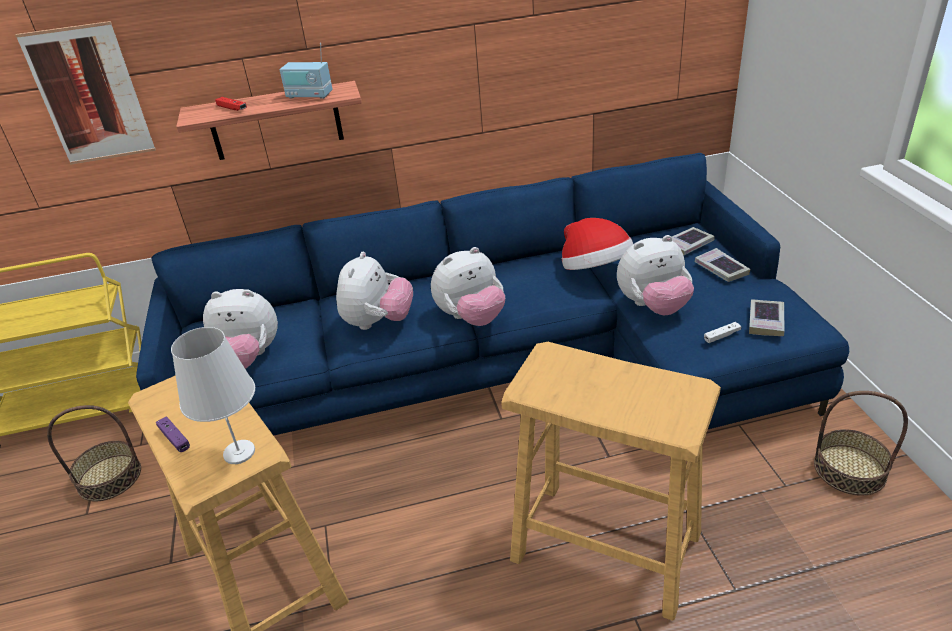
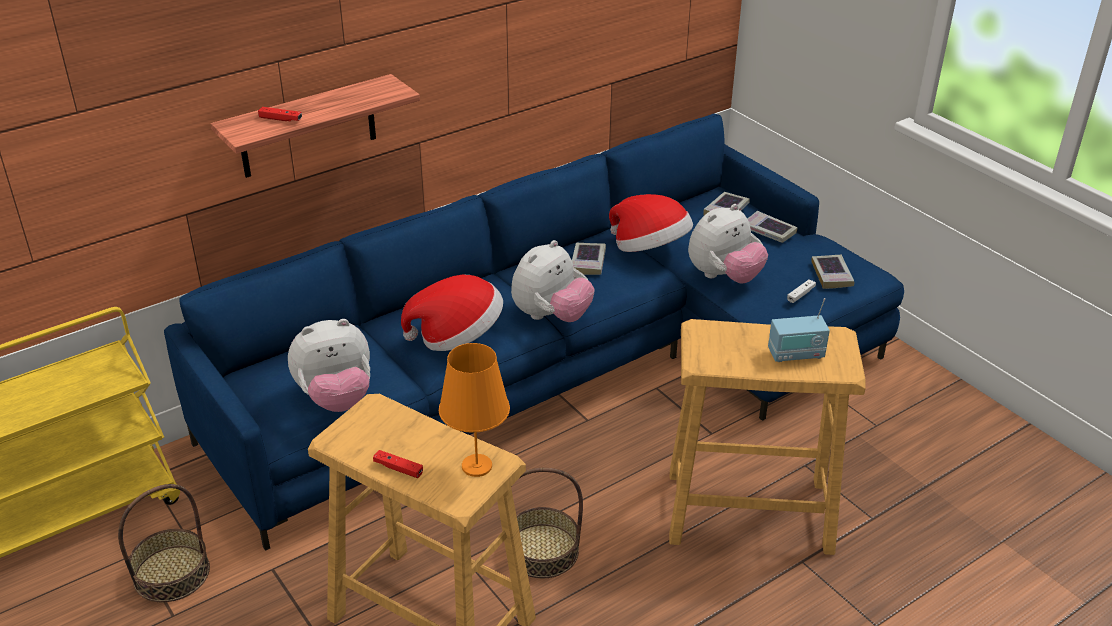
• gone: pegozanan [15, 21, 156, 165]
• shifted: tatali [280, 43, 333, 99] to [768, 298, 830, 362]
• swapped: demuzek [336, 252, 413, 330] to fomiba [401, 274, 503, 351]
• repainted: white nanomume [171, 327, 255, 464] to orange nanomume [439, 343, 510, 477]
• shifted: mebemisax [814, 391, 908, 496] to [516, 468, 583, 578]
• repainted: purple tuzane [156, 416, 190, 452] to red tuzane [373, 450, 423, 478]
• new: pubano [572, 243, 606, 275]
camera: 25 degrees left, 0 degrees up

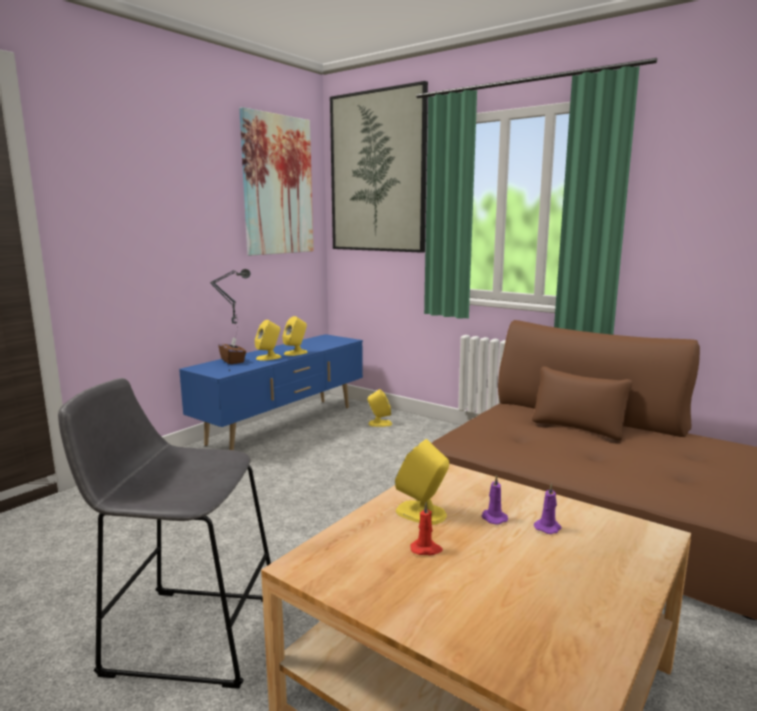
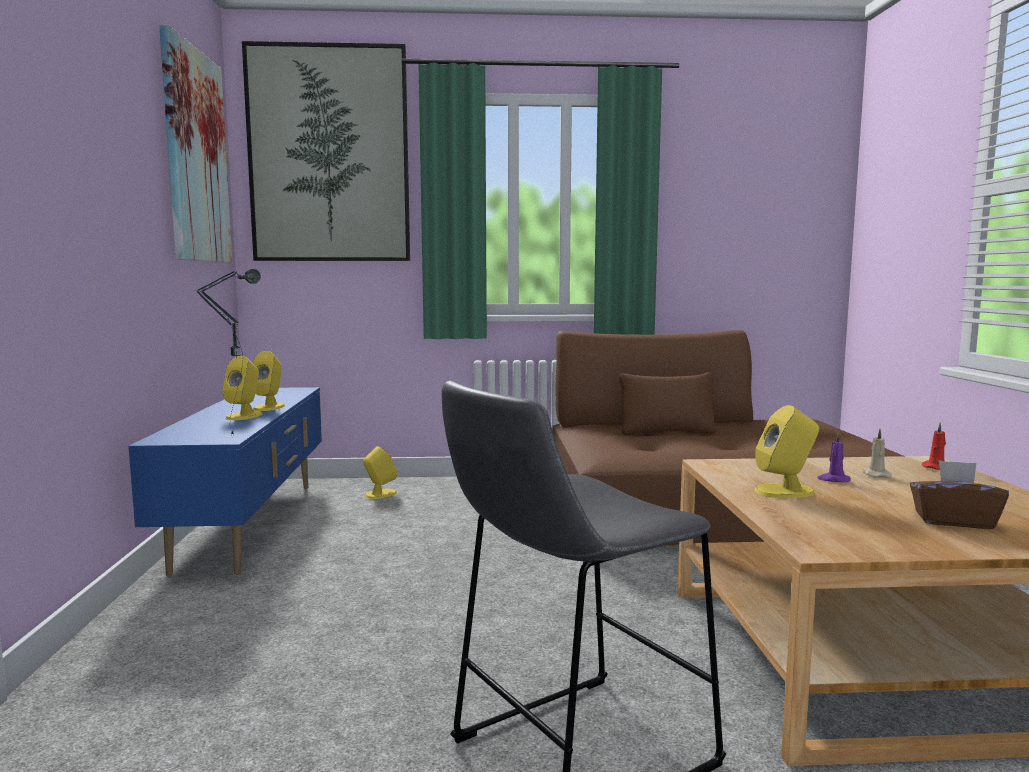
• shifted: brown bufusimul [218, 338, 246, 364] to [910, 460, 1009, 529]
• repainted: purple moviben [534, 483, 562, 534] to beige moviben [863, 429, 892, 478]
• shifted: red moviben [410, 502, 443, 555] to [922, 422, 946, 470]
camera: 40 degrees left, 5 degrees down

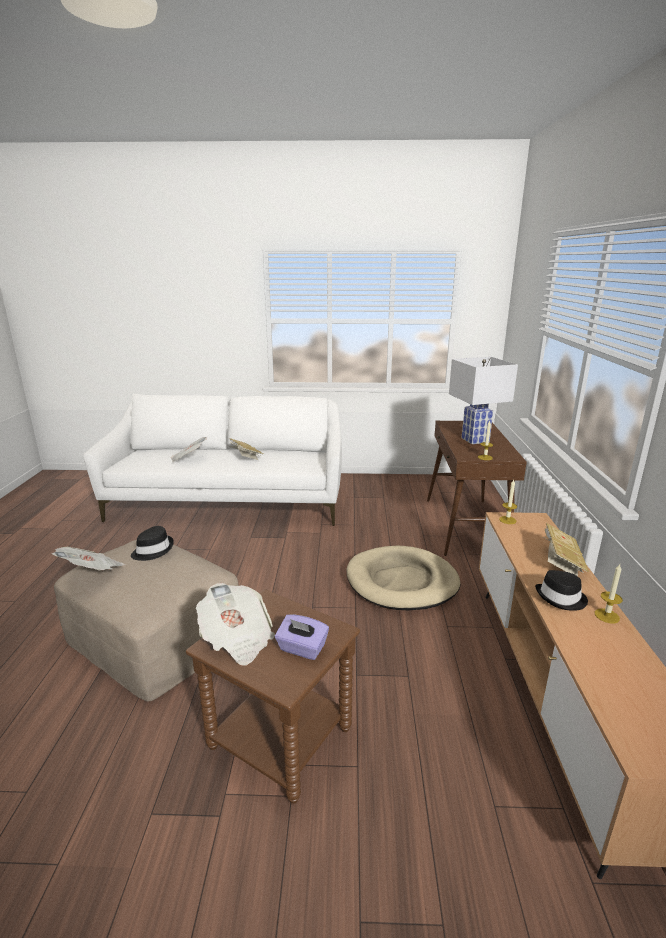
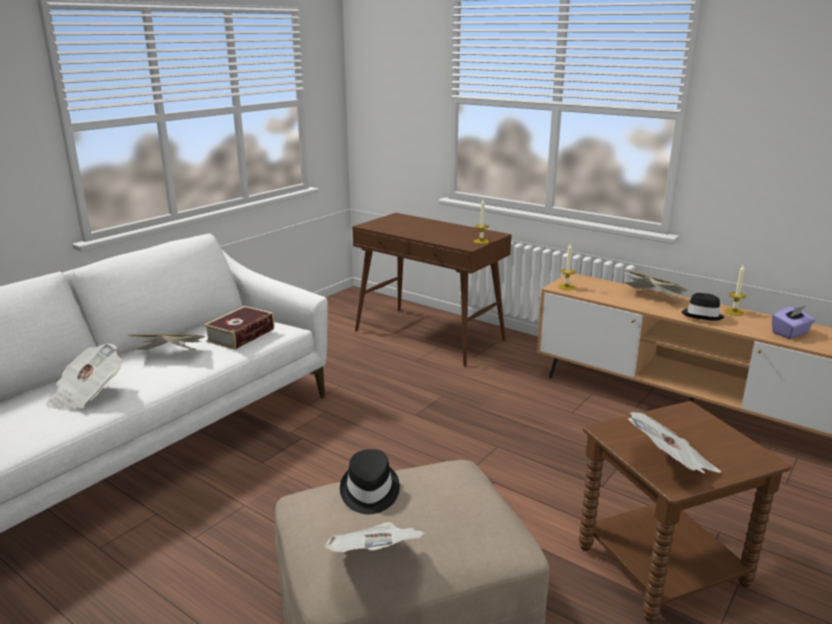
• gone: white nanomume [449, 357, 518, 444]
• gone: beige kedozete [347, 546, 460, 610]
• shifted: purple bufusimul [275, 614, 329, 660] to [772, 306, 815, 339]
• new: pubano [204, 306, 274, 350]
camera: 55 degrees left, 0 degrees up

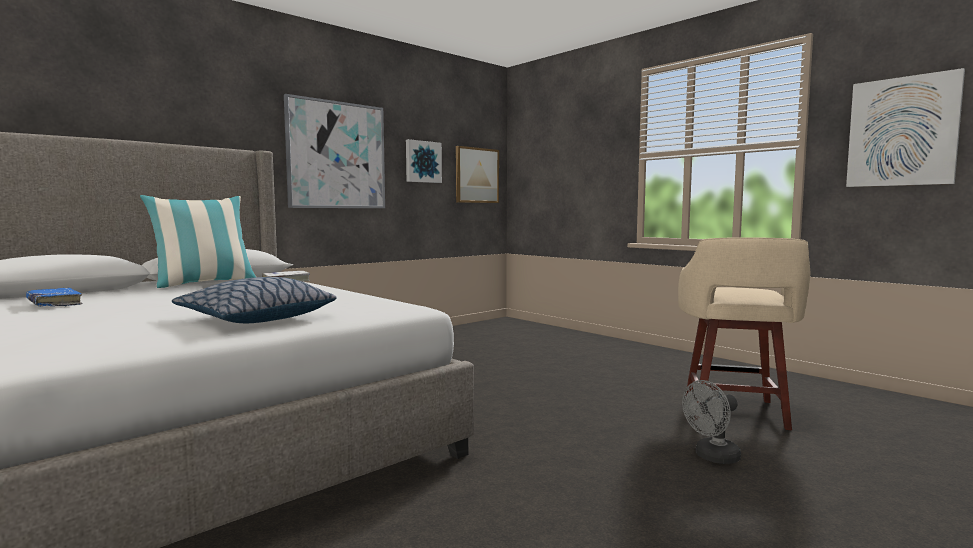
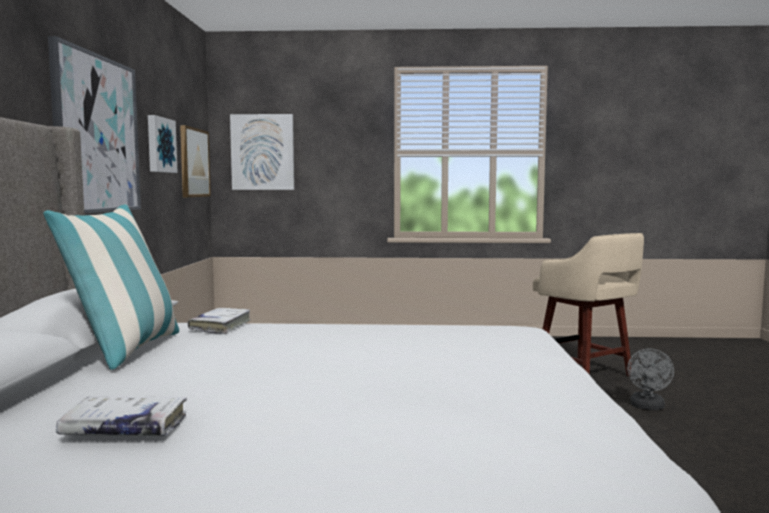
• shifted: pegozanan [846, 68, 965, 187] to [230, 114, 294, 190]
• gone: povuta [172, 277, 337, 323]
• repainted: blue pubano [26, 288, 83, 306] to white pubano [56, 396, 187, 436]
camera: 45 degrees left, 0 degrees up

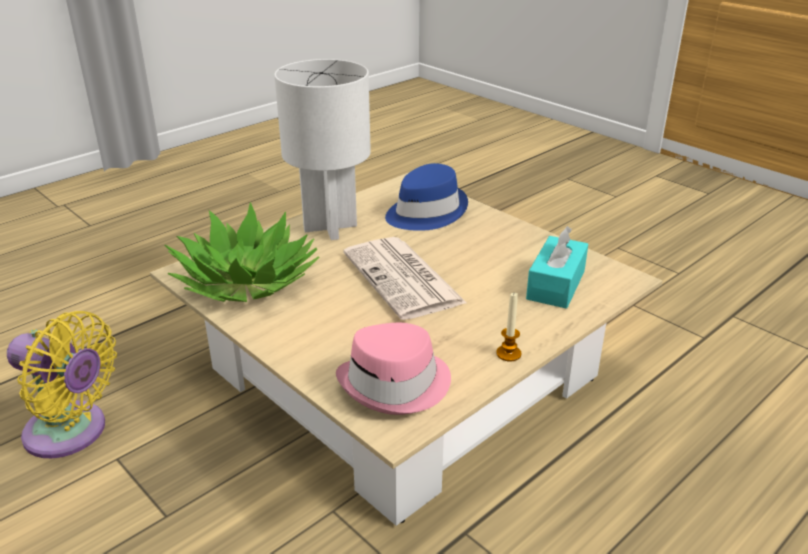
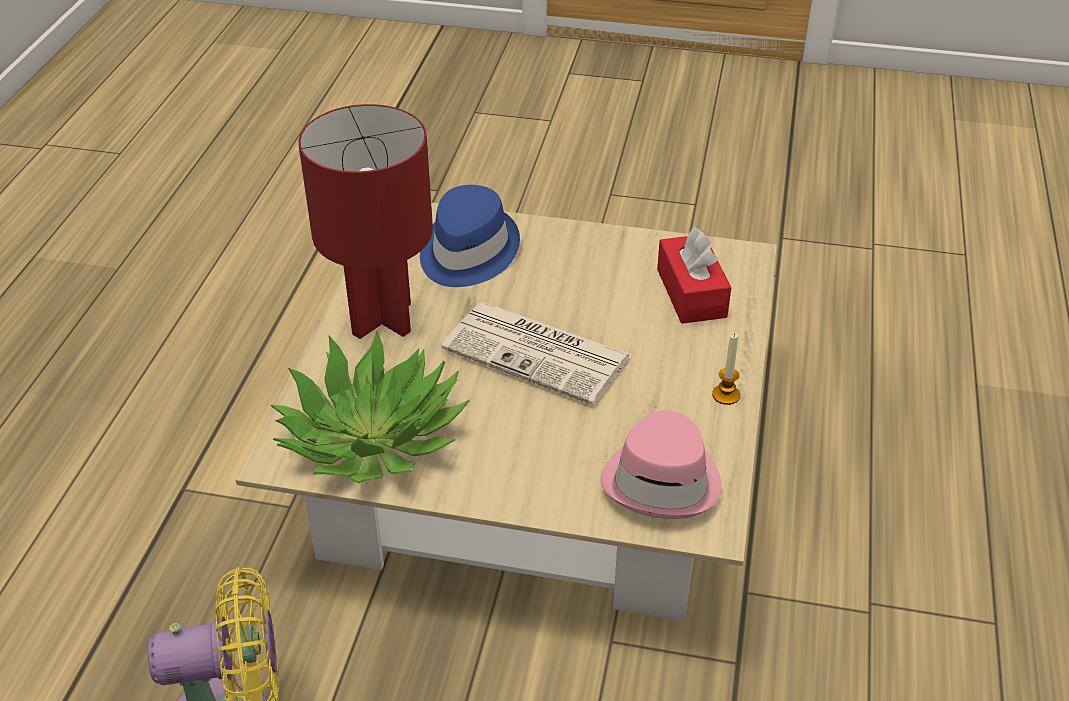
• repainted: white nanomume [274, 59, 371, 240] to red nanomume [298, 104, 433, 339]
• repainted: turquoise bufusimul [526, 226, 588, 309] to red bufusimul [657, 227, 731, 324]
camera: 35 degrees left, 10 degrees up

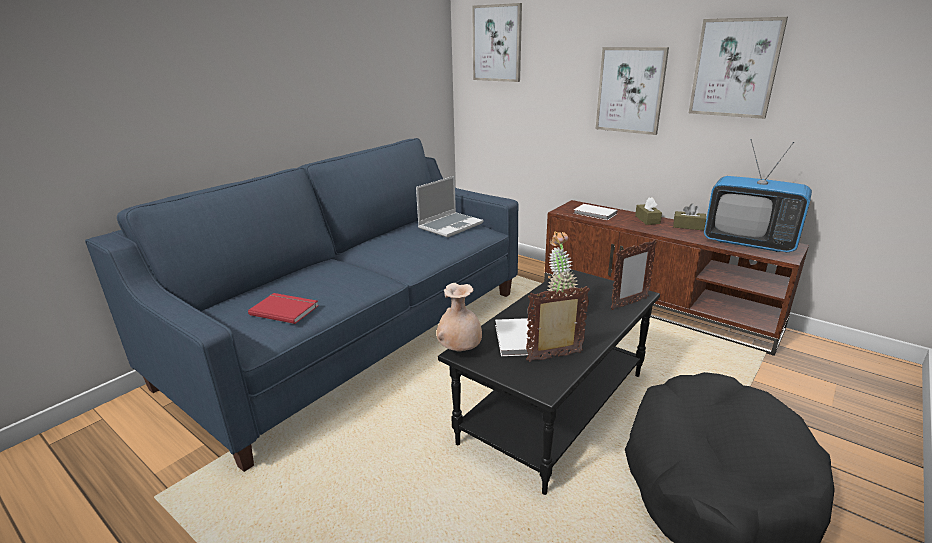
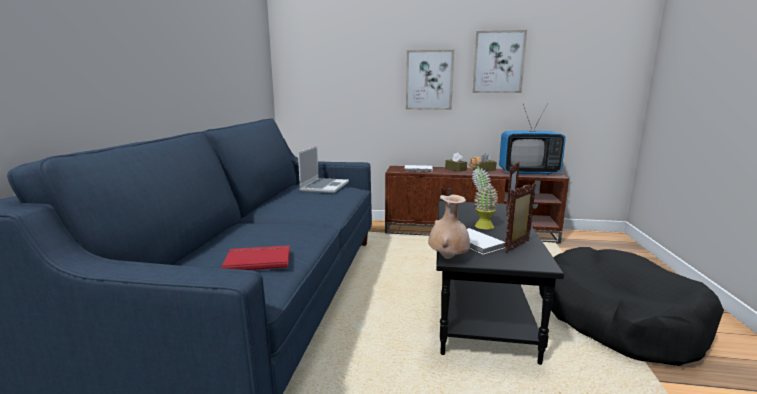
• gone: pegozanan [472, 3, 522, 82]
camera: 30 degrees left, 10 degrees down

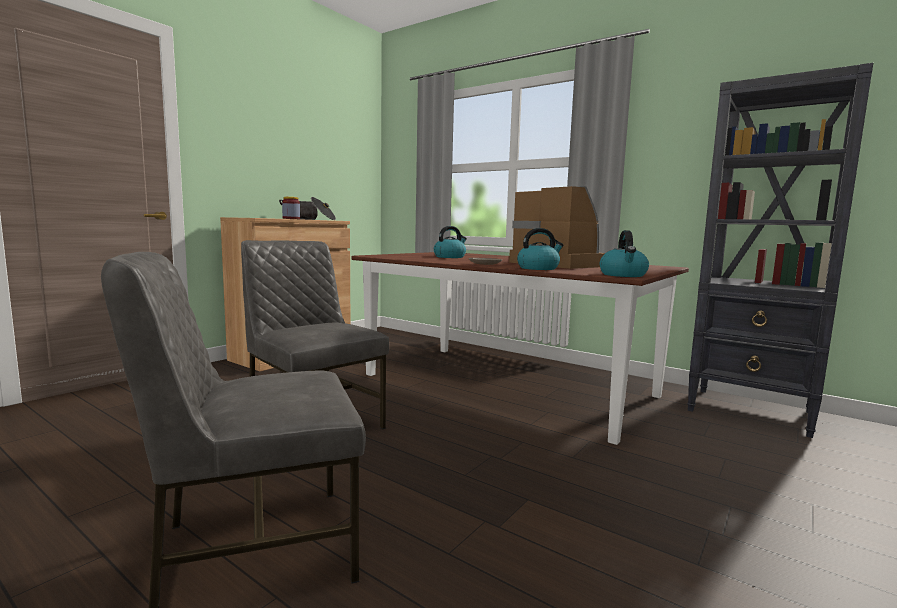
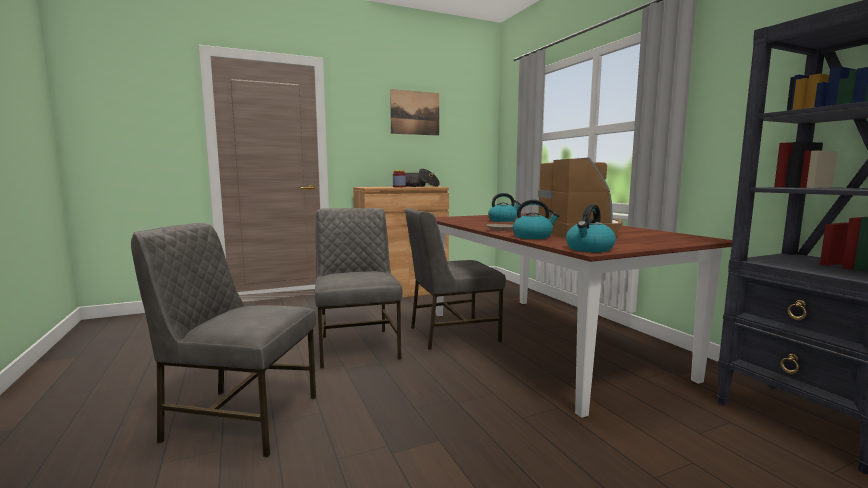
• new: pegozanan [390, 89, 439, 136]
• new: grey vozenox [405, 208, 506, 350]
camera: 30 degrees right, 0 degrees up

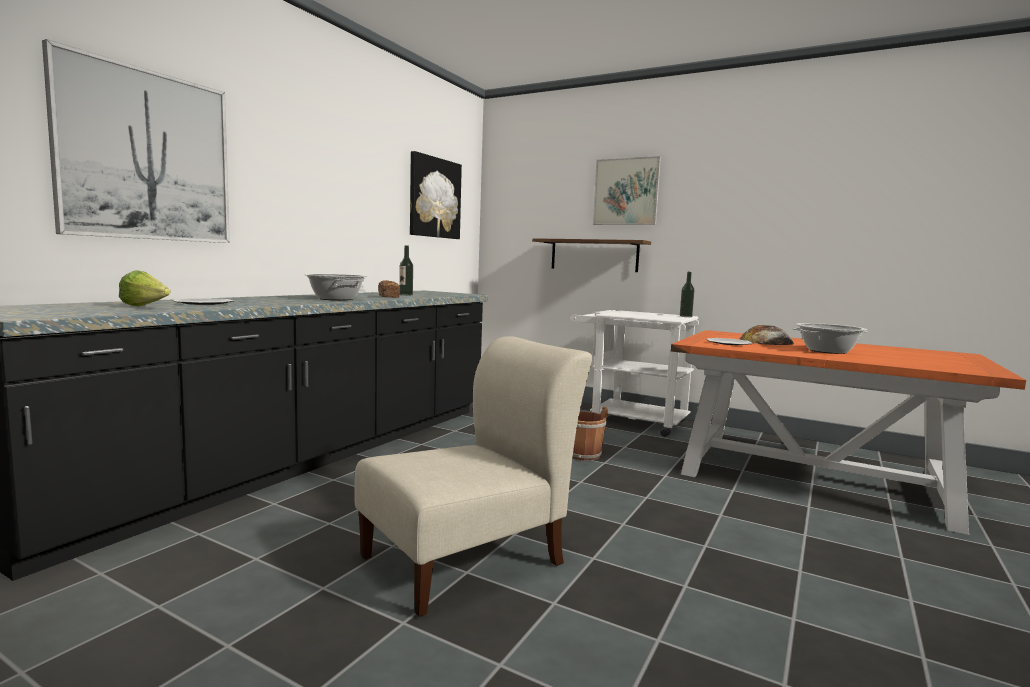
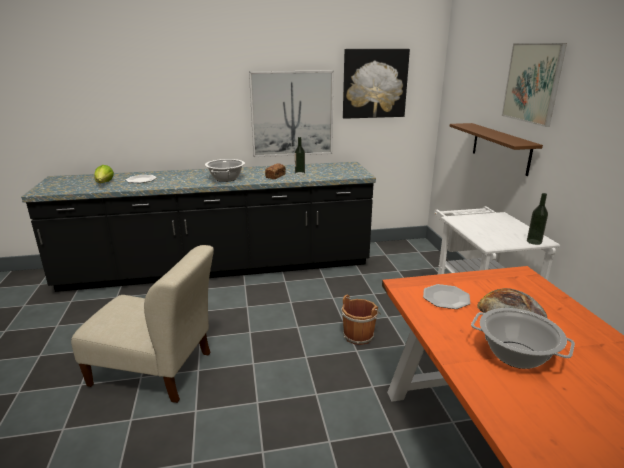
• shifted: pegozanan [42, 39, 230, 243] to [249, 70, 334, 157]
camera: 50 degrees right, 15 degrees up

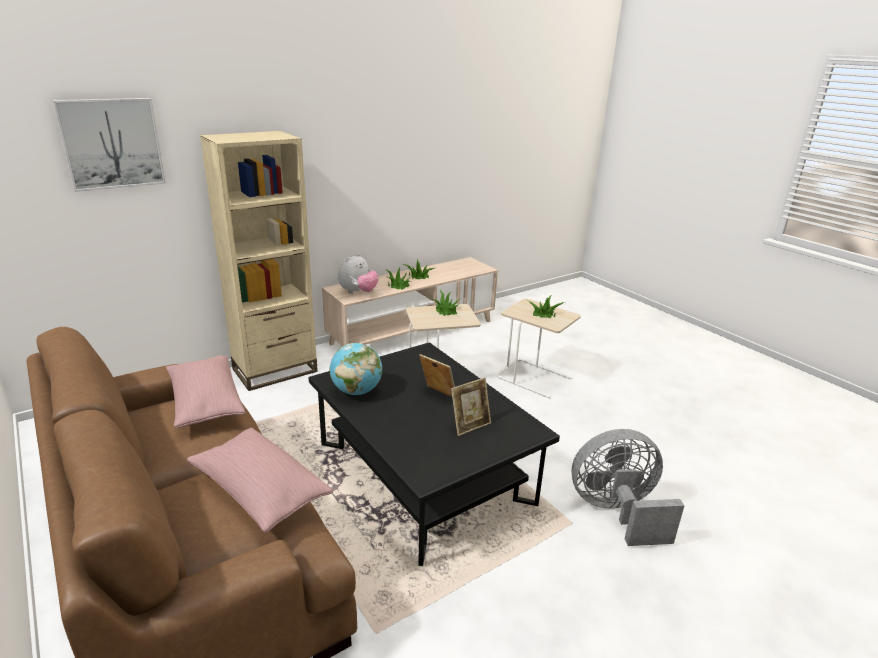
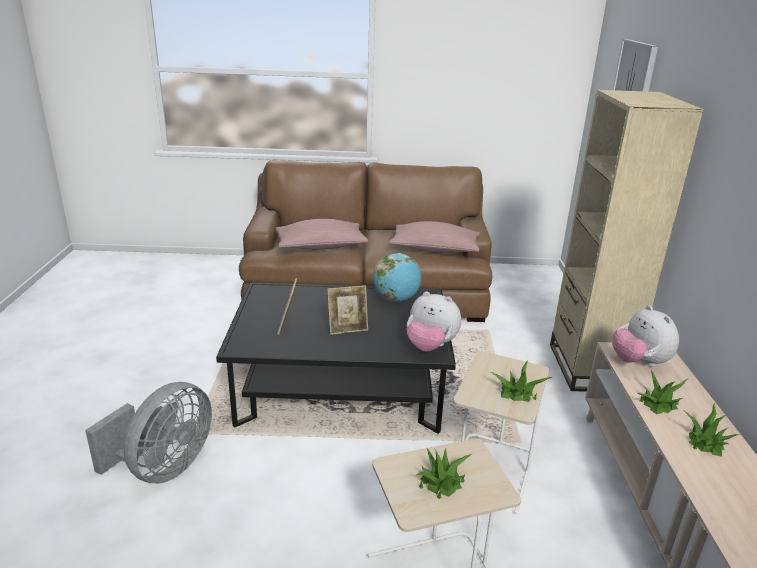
• new: demuzek [406, 291, 461, 352]
camera: 125 degrees right, 0 degrees up

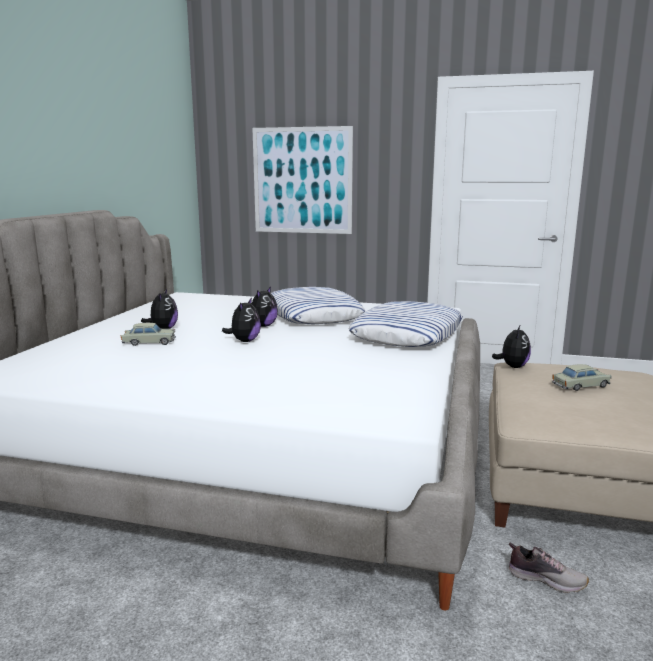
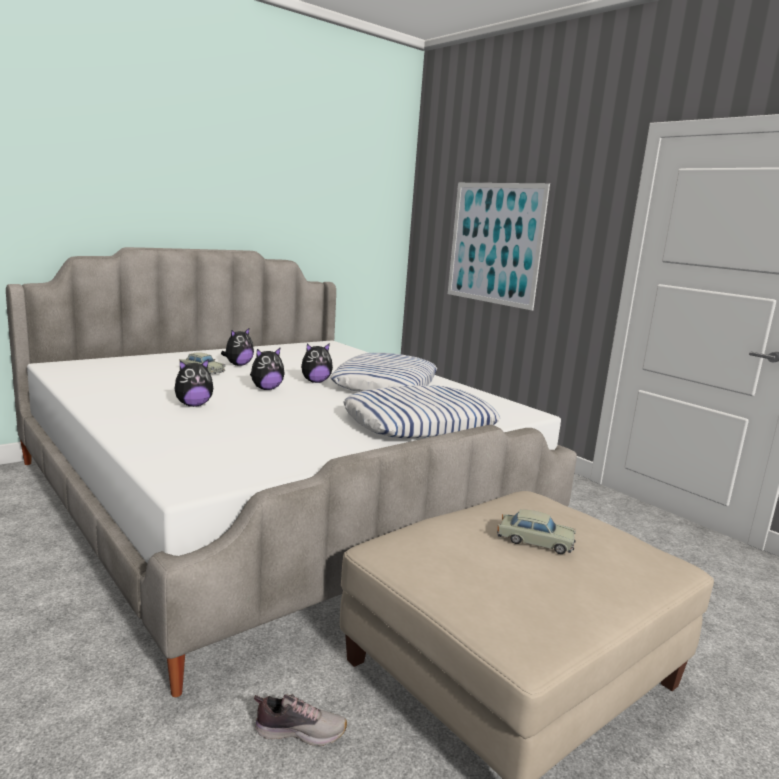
• shifted: demuzek [492, 324, 531, 368] to [175, 359, 213, 407]
• rotated: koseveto [509, 543, 589, 593] = [254, 694, 347, 746] 60 degrees counterclockwise
camera: 35 degrees right, 0 degrees up

